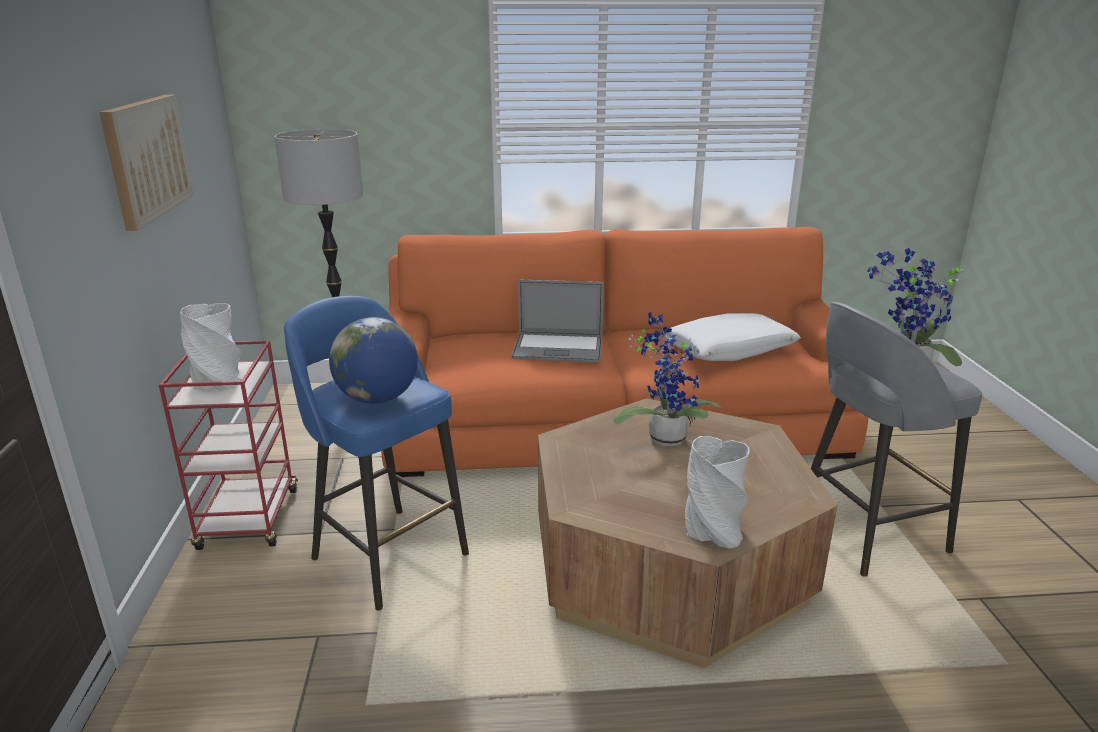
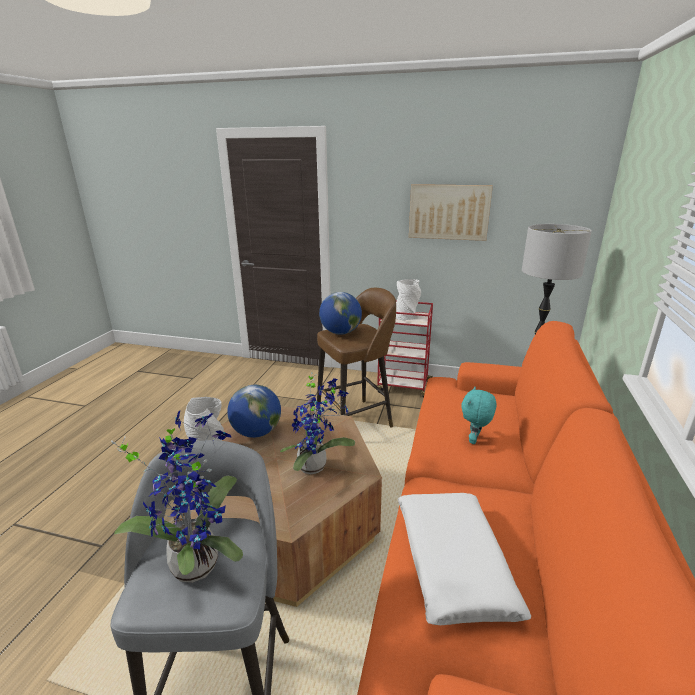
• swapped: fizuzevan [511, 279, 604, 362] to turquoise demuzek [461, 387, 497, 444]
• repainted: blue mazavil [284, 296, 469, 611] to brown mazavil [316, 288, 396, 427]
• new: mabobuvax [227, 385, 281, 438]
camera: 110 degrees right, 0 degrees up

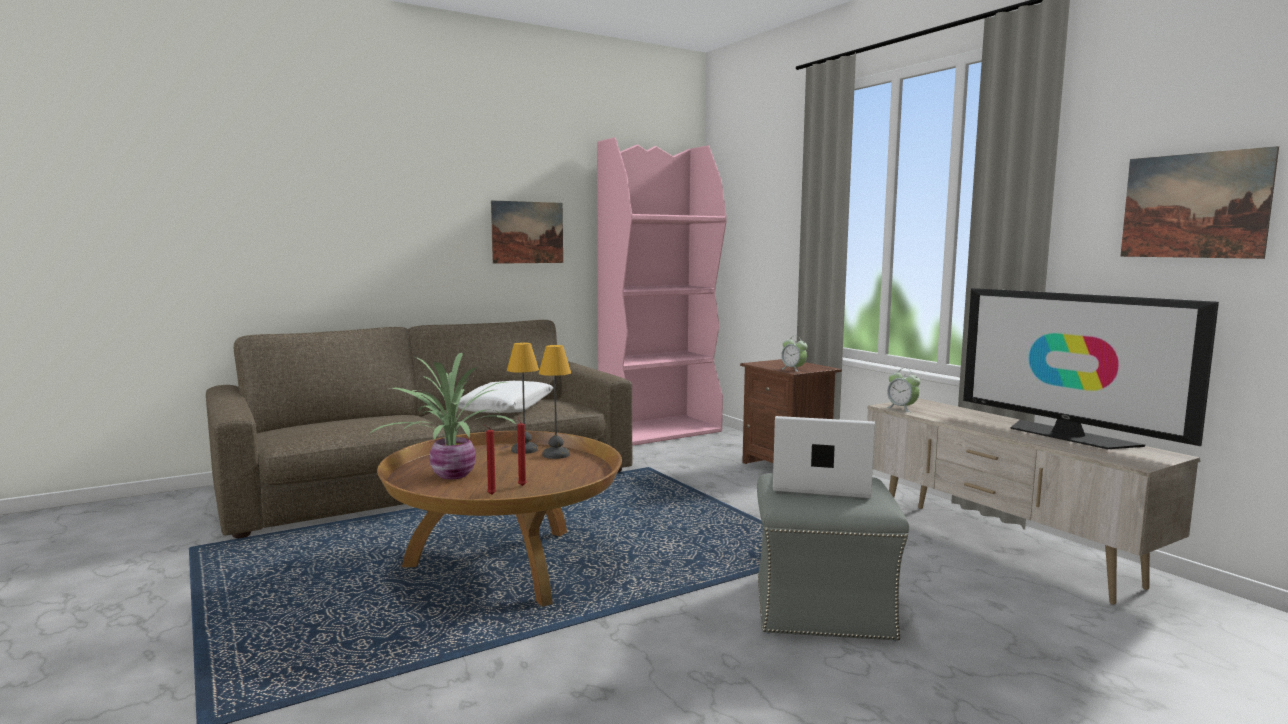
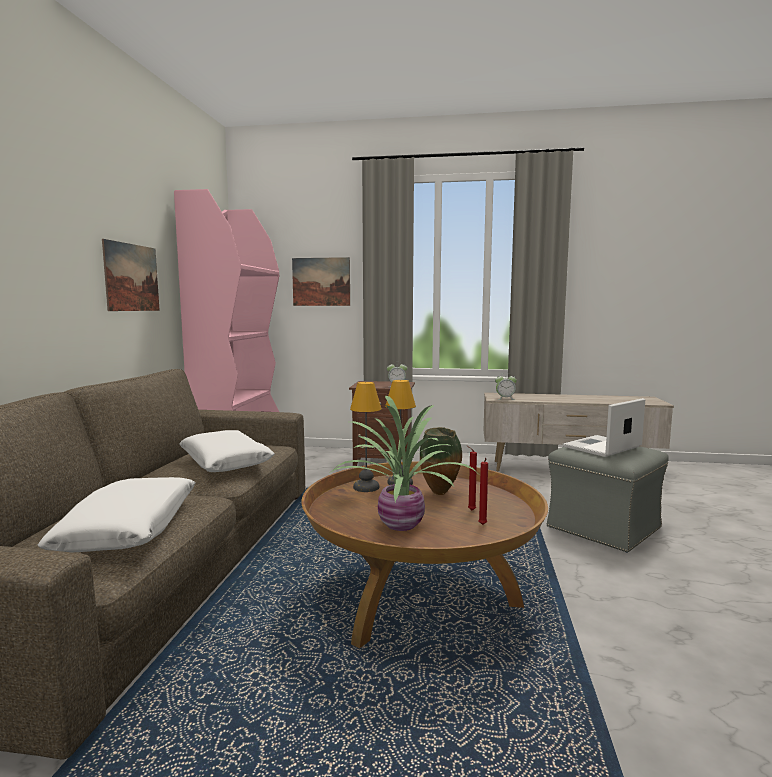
• shifted: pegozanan [1120, 146, 1279, 259] to [292, 257, 350, 306]
• gone: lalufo [963, 288, 1219, 449]
• new: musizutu [420, 427, 462, 495]
• new: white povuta [37, 477, 196, 552]
camera: 50 degrees left, 0 degrees up

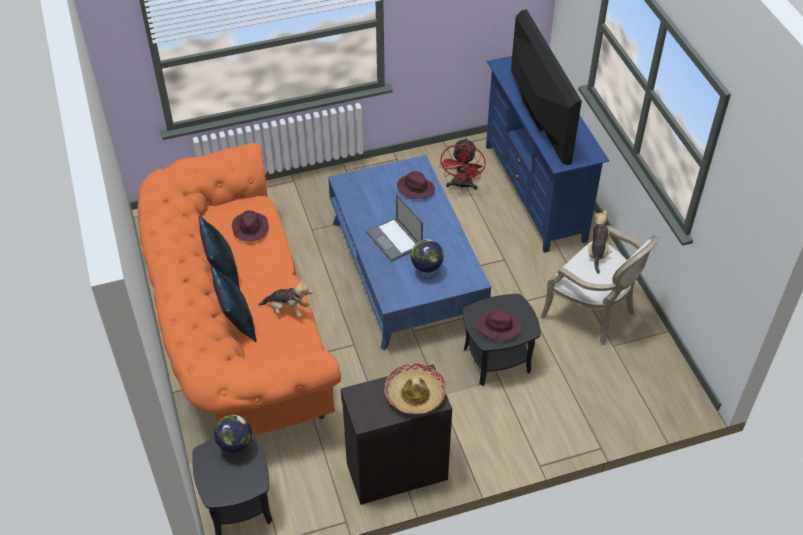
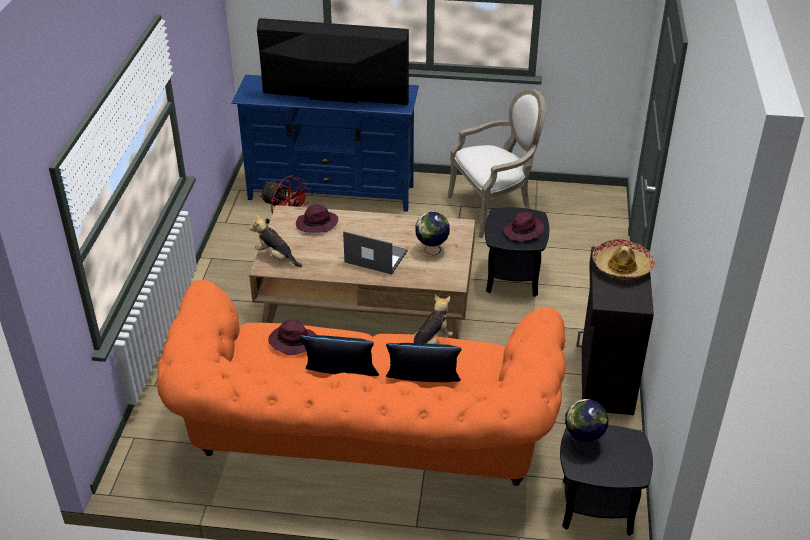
• repainted: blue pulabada [328, 155, 491, 351] to brown pulabada [249, 205, 475, 339]
• rotated: fizuzevan [366, 194, 423, 262] = [343, 231, 407, 274] 150 degrees counterclockwise
• shifted: demuzek [588, 210, 612, 274] to [249, 214, 302, 267]
camera: 65 degrees left, 10 degrees down

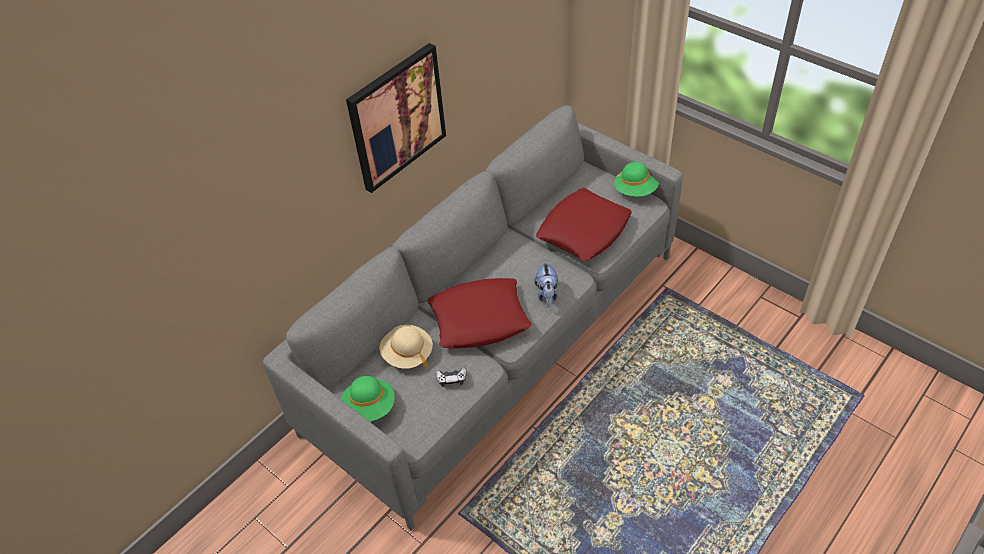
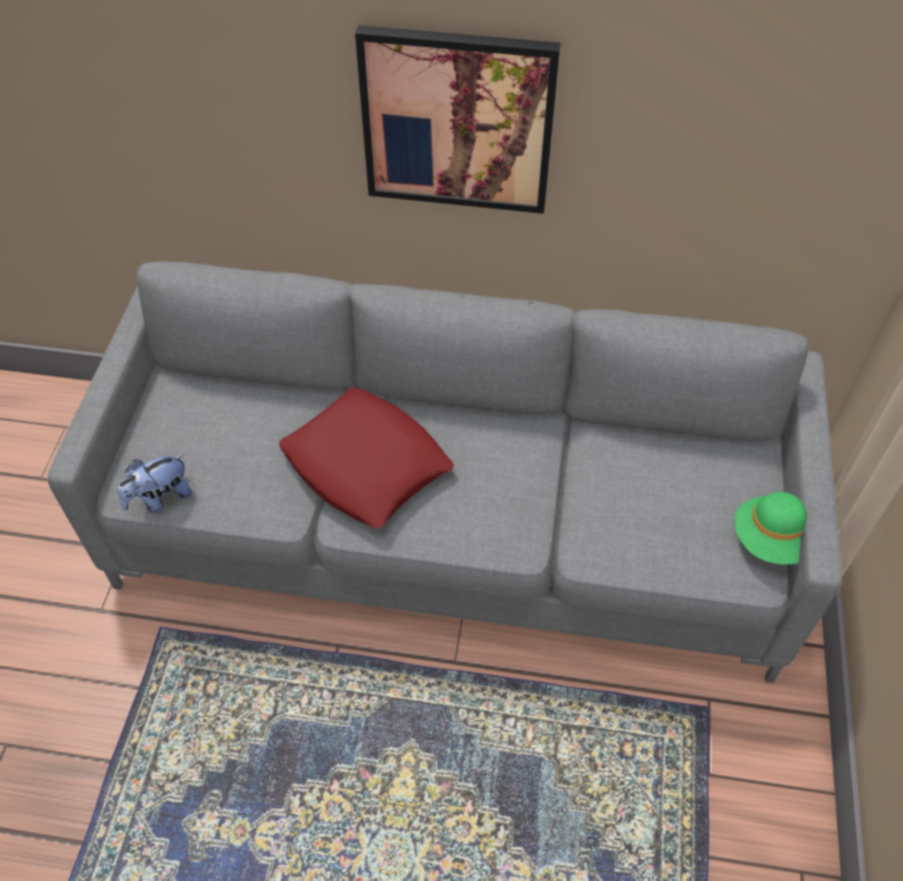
• gone: red povuta [536, 188, 632, 261]
• shifted: demuzek [534, 260, 558, 307] to [117, 454, 192, 513]
• gone: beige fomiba [379, 325, 433, 369]
• gone: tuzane [436, 367, 467, 387]
• gone: green fomiba [341, 376, 395, 421]
camera: 55 degrees right, 5 degrees up

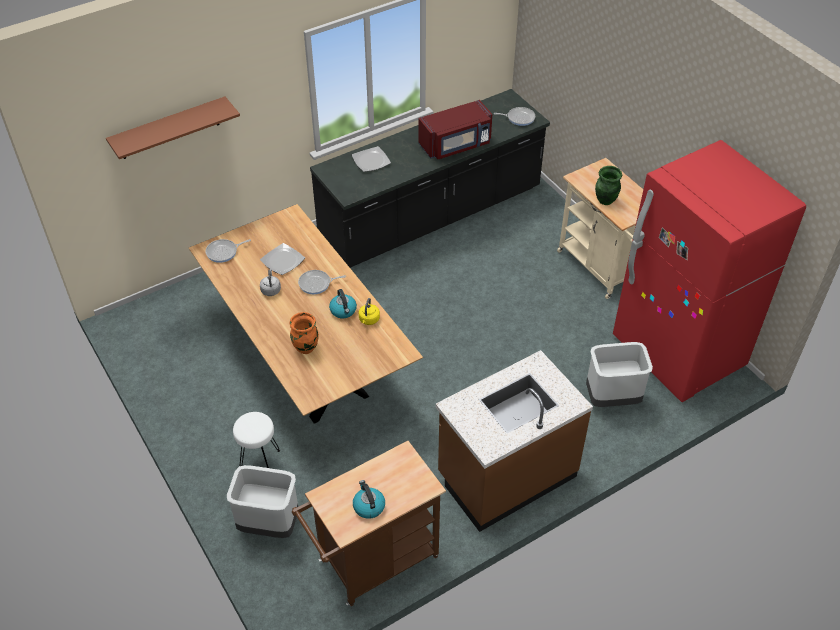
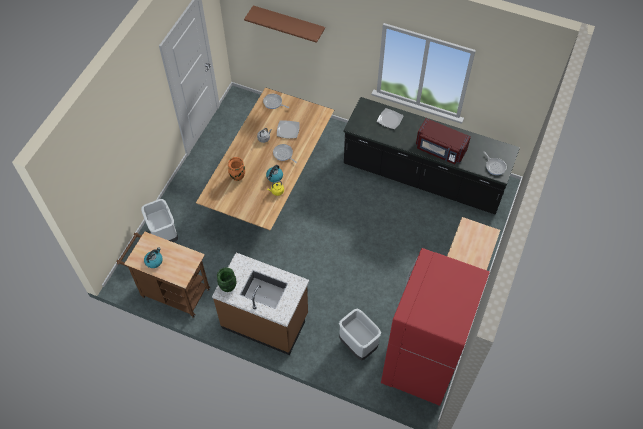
• shifted: green musizutu [595, 166, 622, 205] to [217, 267, 237, 292]
• gone: white mazavil [233, 412, 280, 468]
camera: 55 degrees right, 10 degrees up

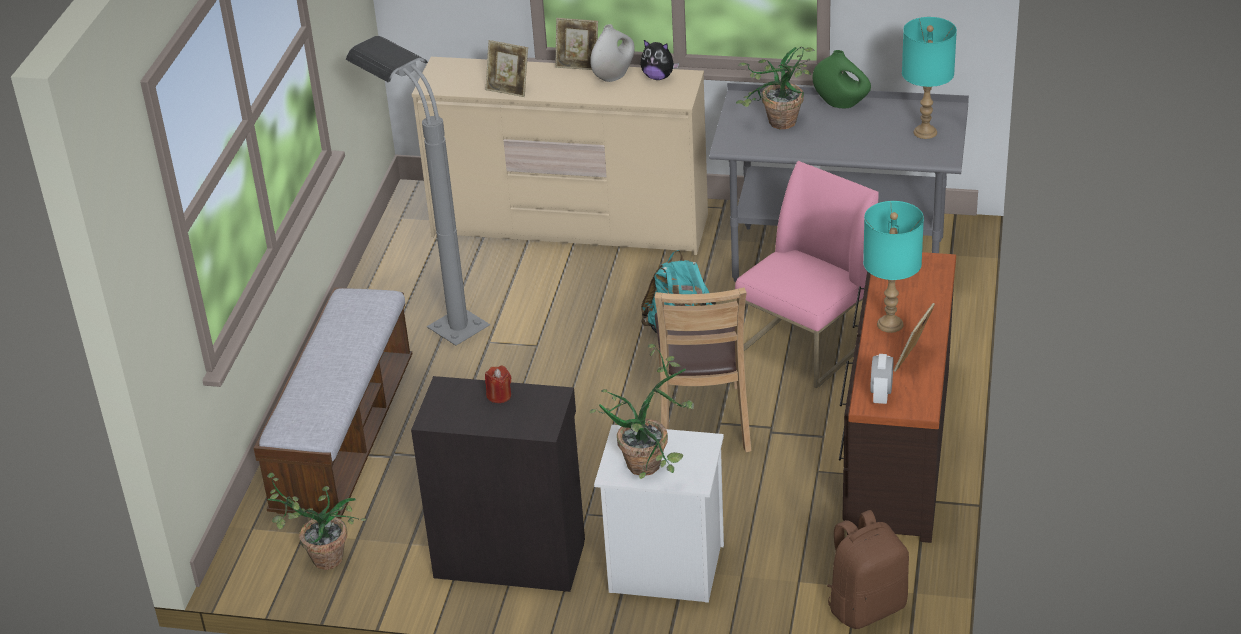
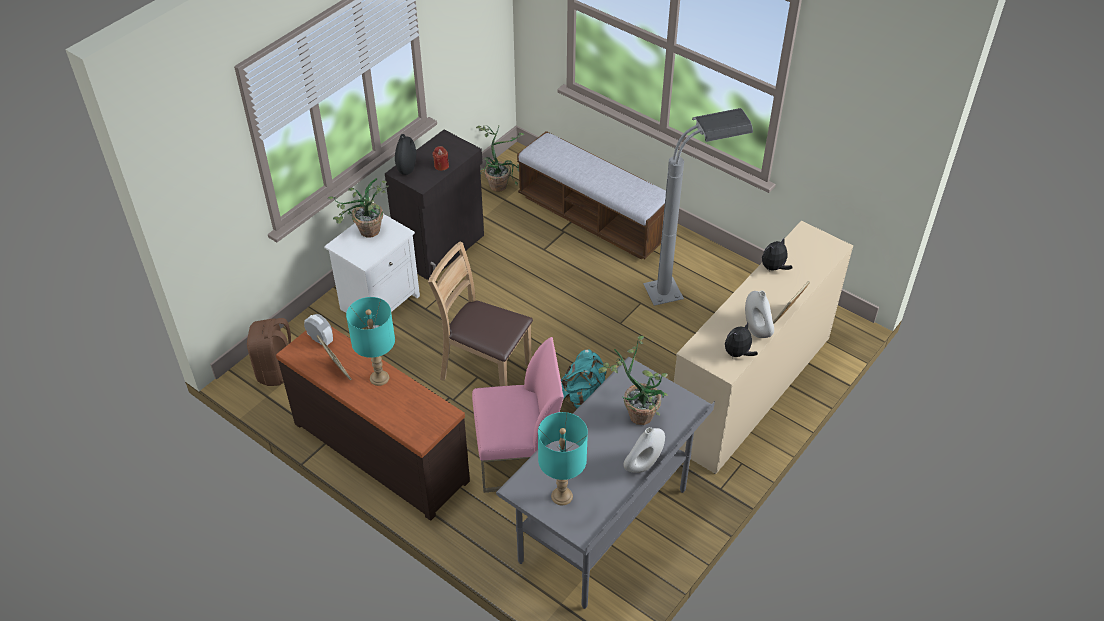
• swapped: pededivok [486, 40, 528, 97] to demuzek [762, 238, 793, 271]
• repainted: green musizutu [813, 50, 871, 108] to white musizutu [623, 427, 665, 473]
• rotated: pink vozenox [735, 161, 879, 388] = [472, 337, 564, 493] 75 degrees counterclockwise
• new: black musizutu [395, 134, 416, 175]
camera: 115 degrees right, 10 degrees up

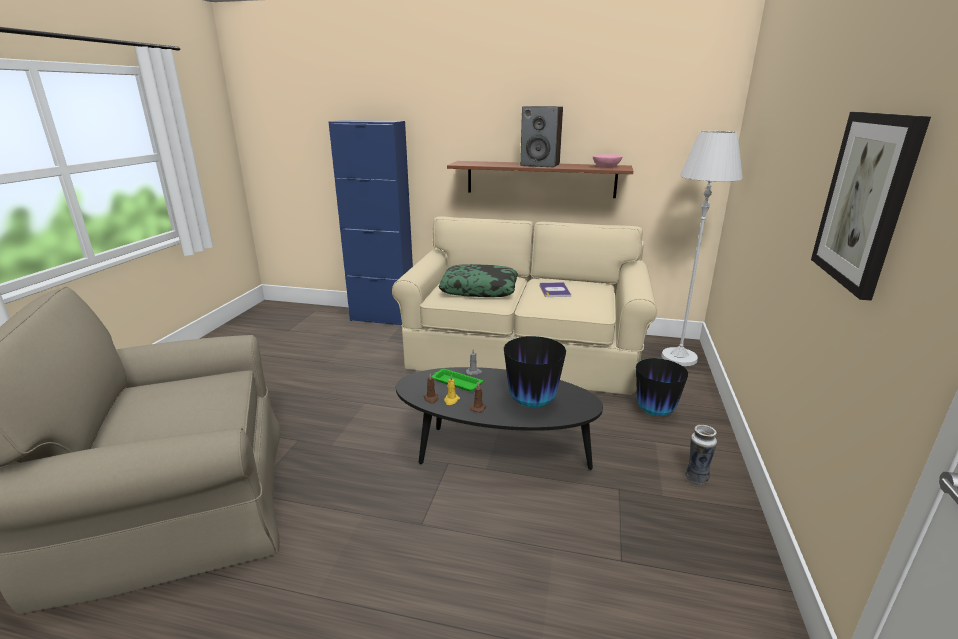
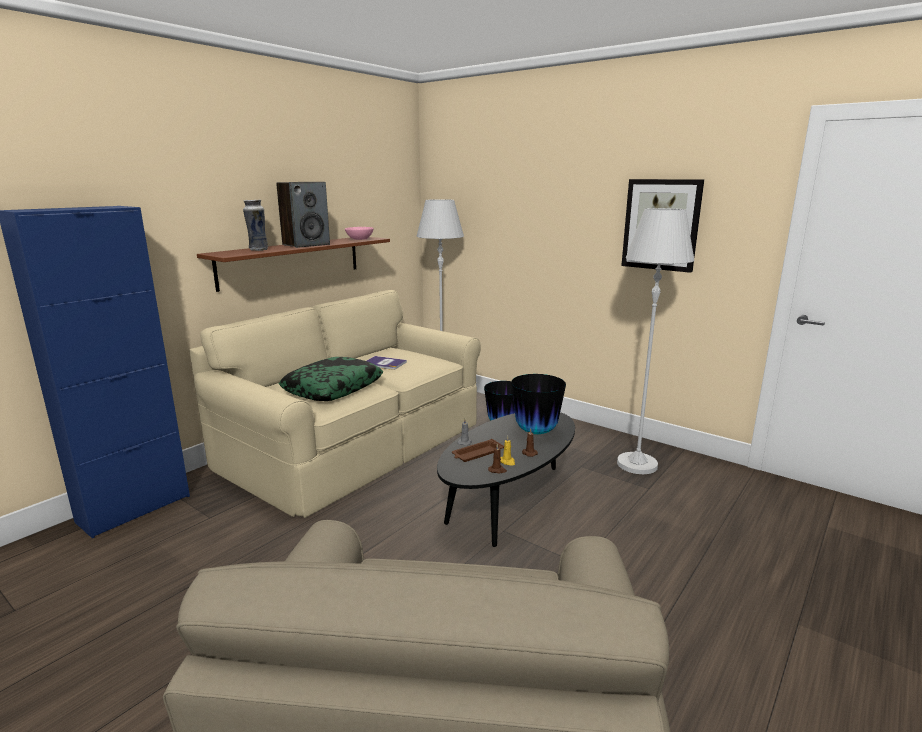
• repainted: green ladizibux [431, 368, 483, 391] to brown ladizibux [452, 439, 504, 462]
• shifted: musizutu [685, 425, 717, 485] to [243, 199, 268, 251]
• new: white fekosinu [617, 208, 695, 474]
camera: 65 degrees left, 5 degrees down

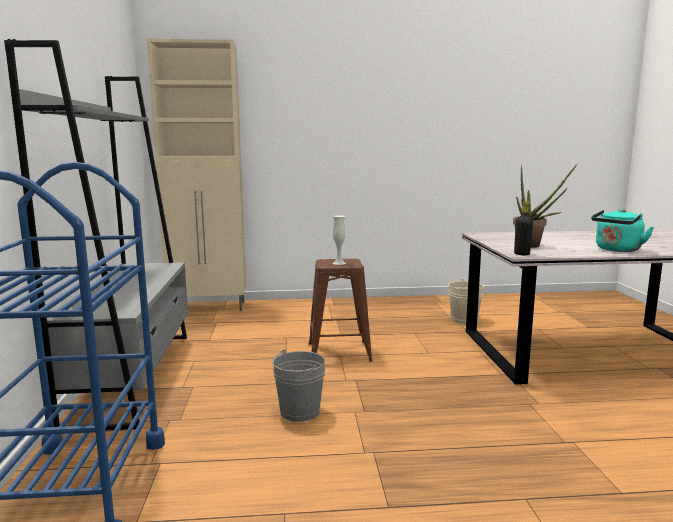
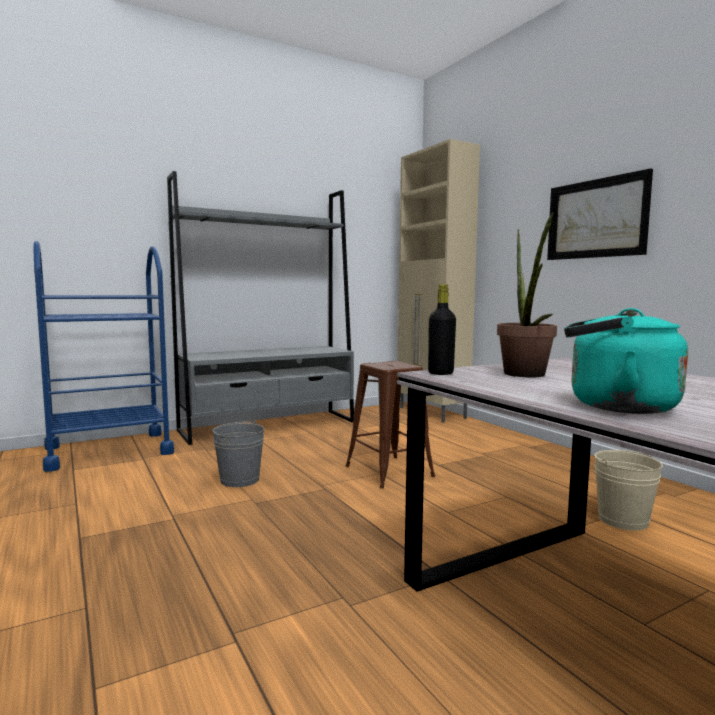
• gone: white musizutu [333, 216, 346, 265]
• new: pegozanan [547, 168, 653, 260]
camera: 65 degrees right, 5 degrees down

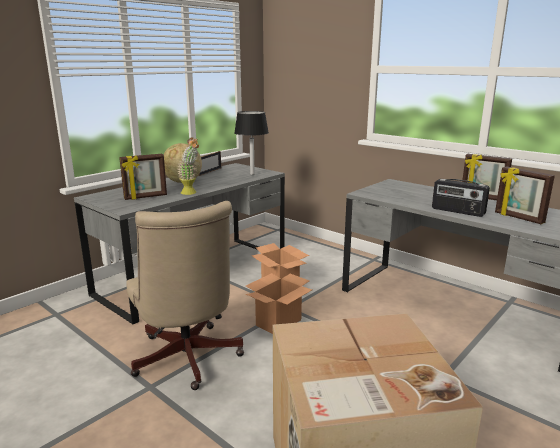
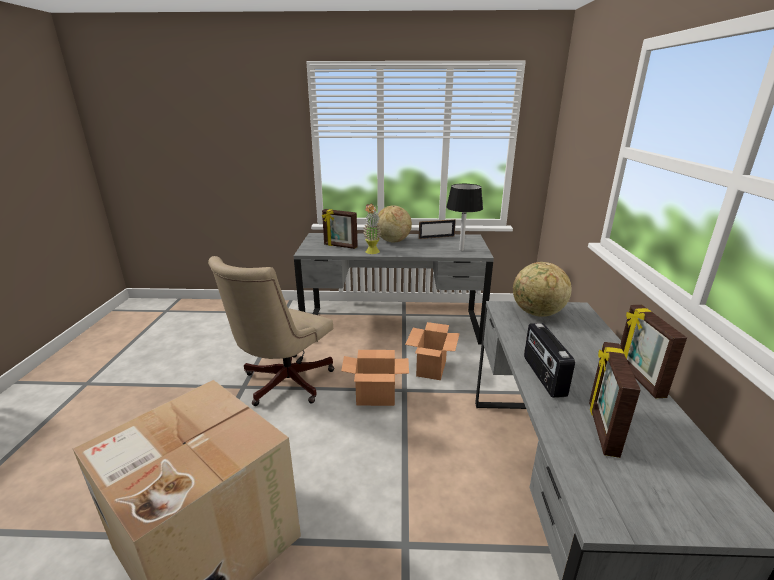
• new: mabobuvax [513, 262, 572, 317]
camera: 50 degrees right, 5 degrees up

